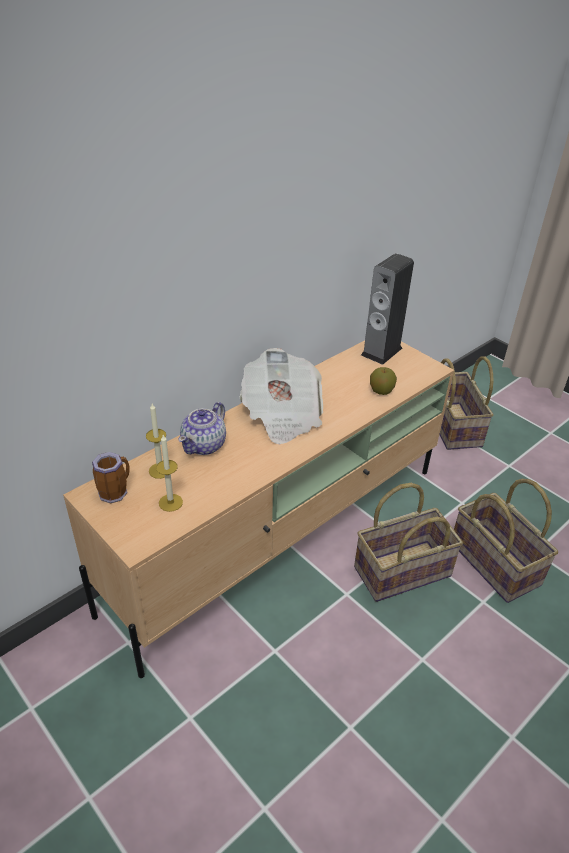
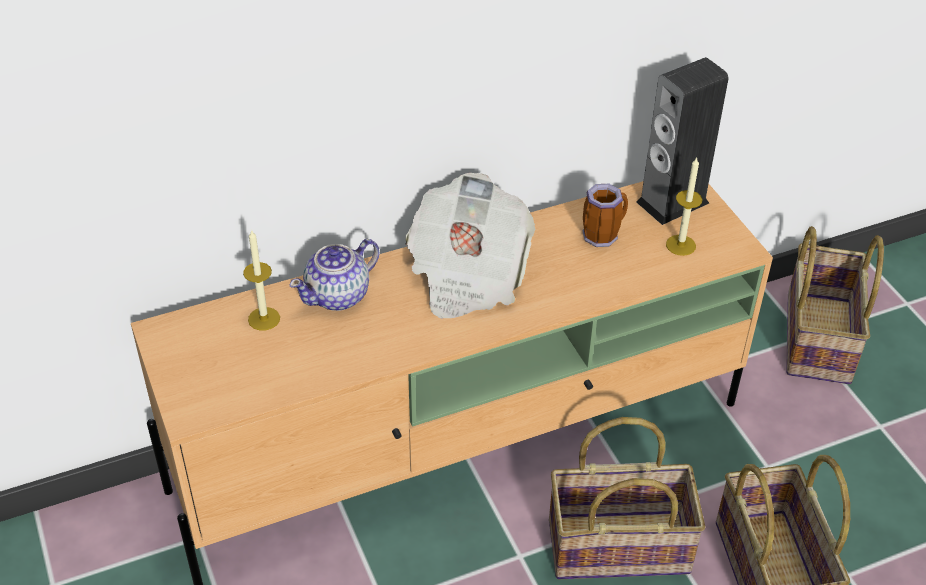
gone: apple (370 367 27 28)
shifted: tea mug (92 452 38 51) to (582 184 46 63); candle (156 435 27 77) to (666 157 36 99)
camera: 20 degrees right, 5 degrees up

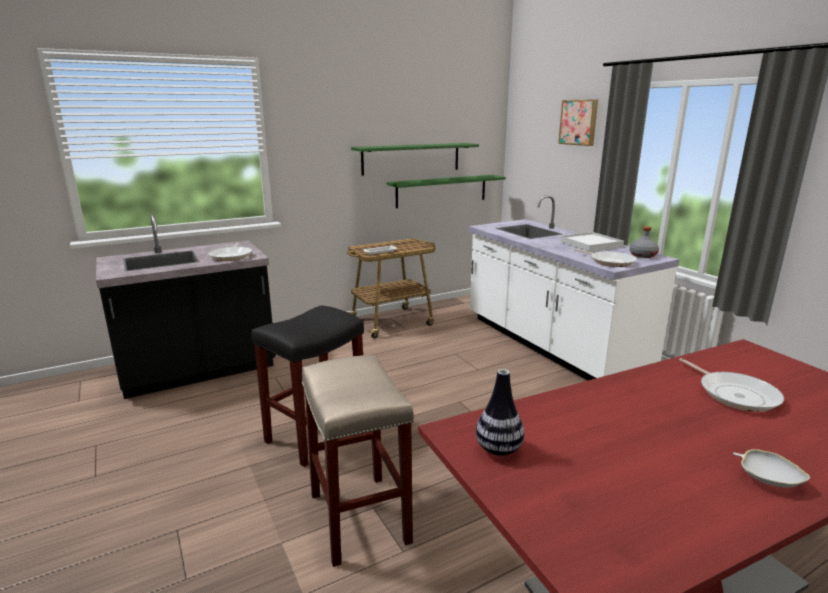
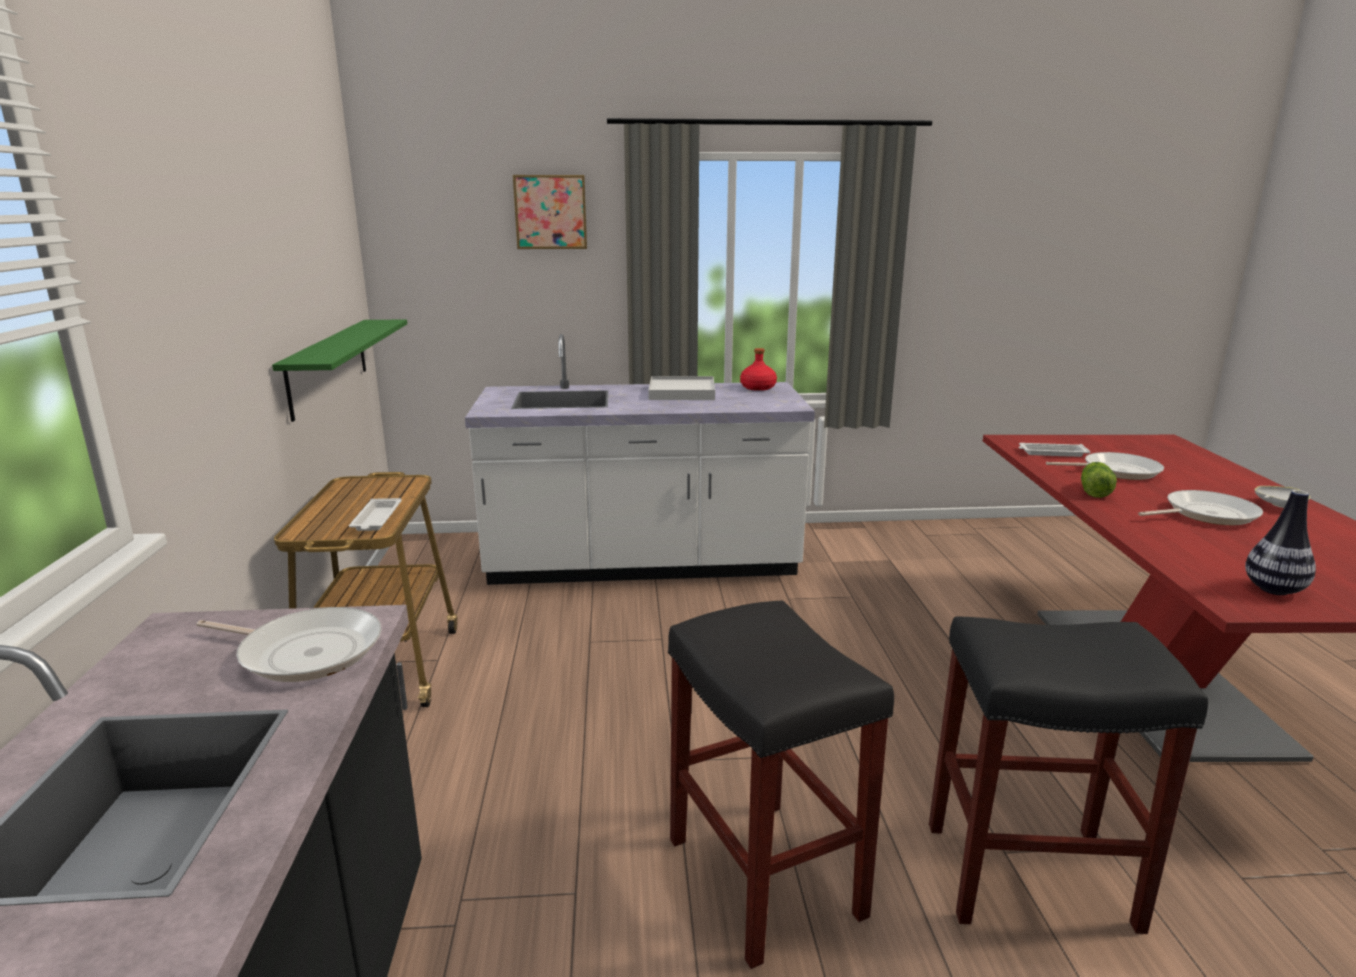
gone: green-coloured wall shelf (351 143 128 33)
new: white serving tray (1019 443 71 14); lettuce head (1081 462 36 36)
shifted: pan (574 249 63 18) to (1138 490 125 35)
repainted: beige sitting stool (302 355 112 212) to blackish sitting stool (929 616 279 318); grey beverage bottle (629 226 30 32) to red beverage bottle (740 348 37 43)
camera: 65 degrees left, 0 degrees up

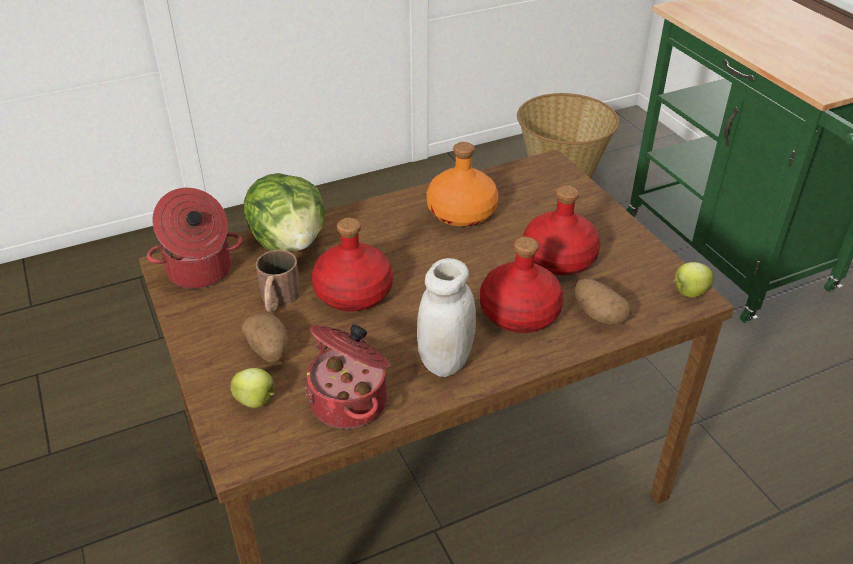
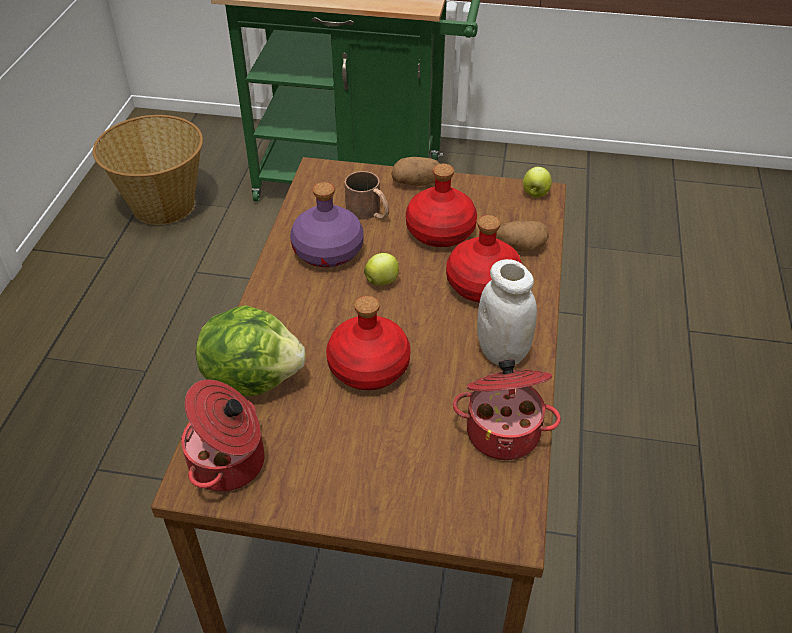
shifted: apple (230 368 44 40) to (364 253 35 32); potato (242 313 46 50) to (391 157 48 29); brown tea mug (256 250 45 63) to (345 171 44 49)
repainted: orange-coloured beverage bottle (427 142 72 84) to purplish beverage bottle (290 182 74 85)
camera: 55 degrees left, 5 degrees up

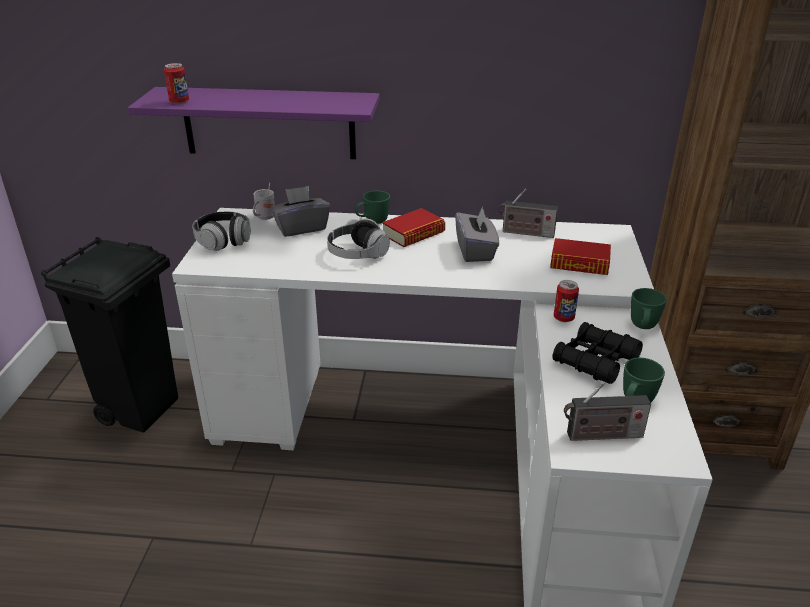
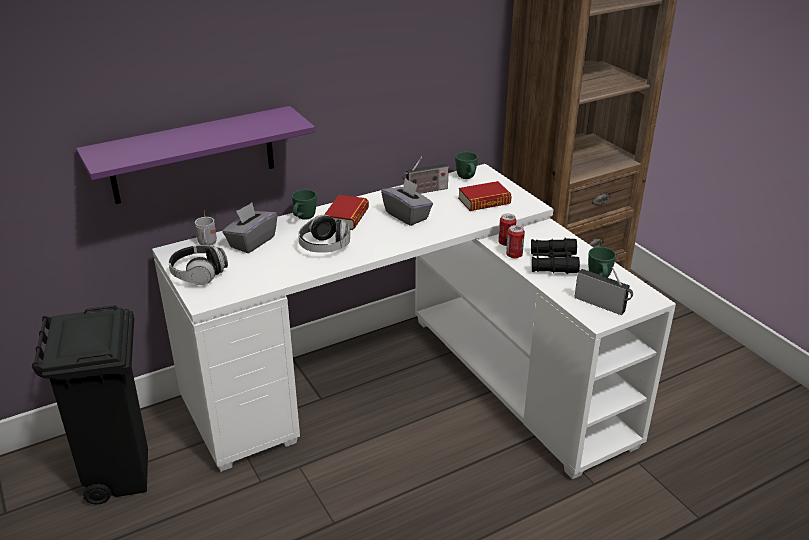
shifted: can (164 63 25 41) to (506 225 19 33); green-coloured tea mug (631 288 36 41) to (455 152 23 27)
rotated: radio (564 381 87 60) = (574 267 59 48) 105 degrees counterclockwise
camera: 35 degrees left, 0 degrees up

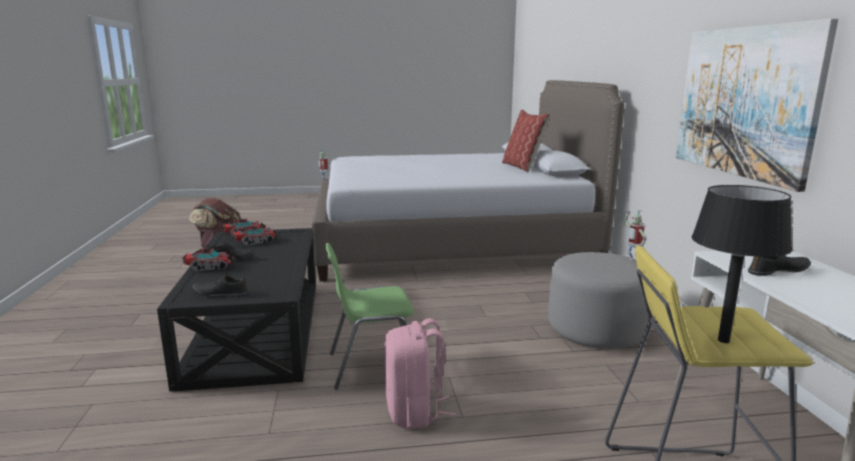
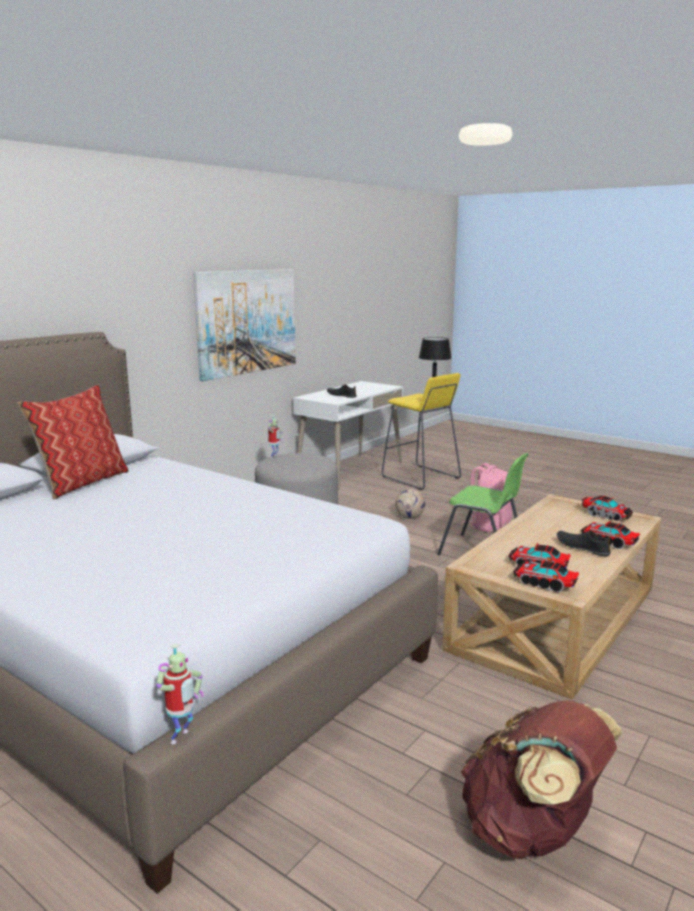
new: football ball (395 489 30 30)
swapped: blackish item of footwear (192 275 56 22) to toy lorry (581 495 53 26)
repainted: blackish lounge table (157 228 159 164) to beige lounge table (442 494 219 205)
camera: 135 degrees left, 0 degrees up

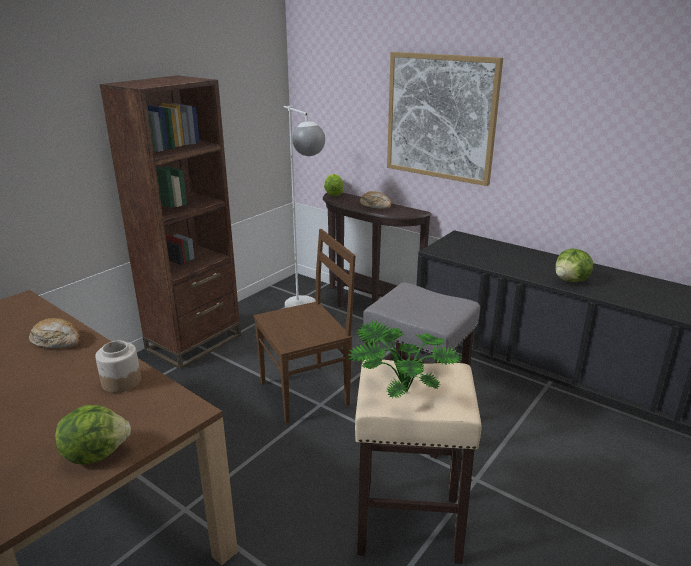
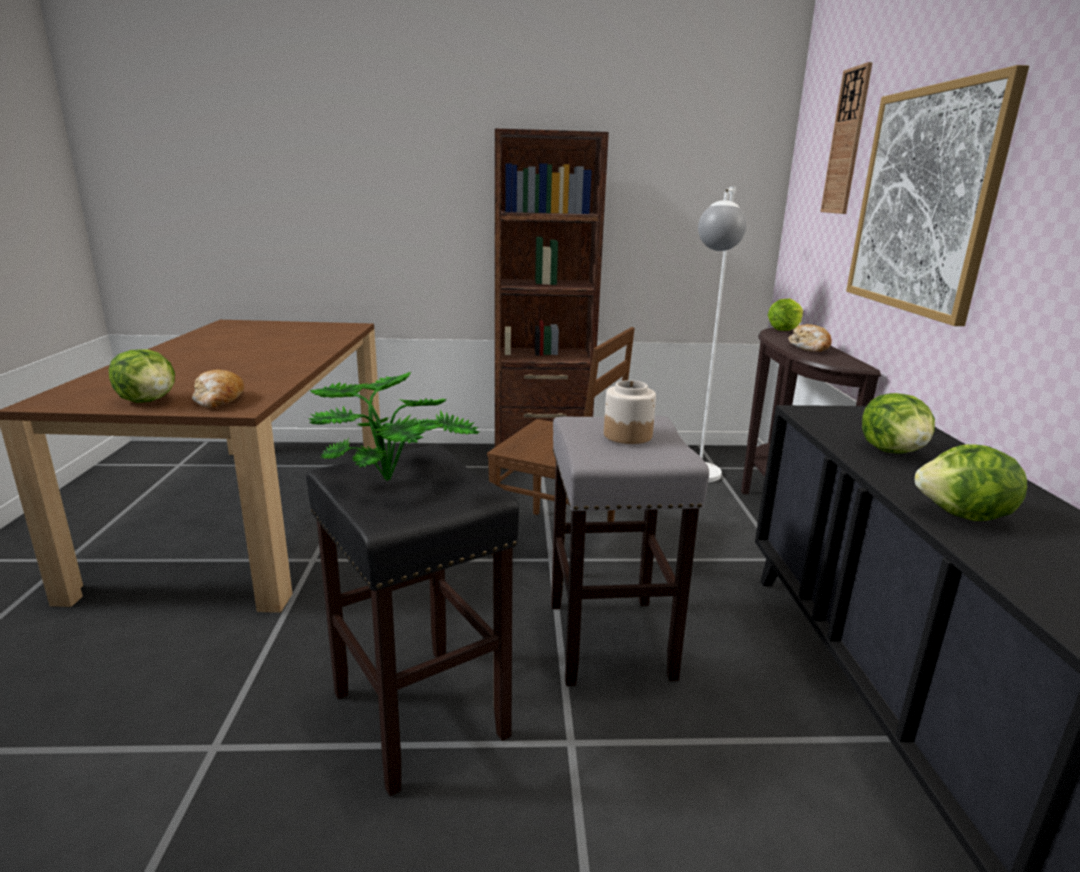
new: clock on the wall (821 62 52 152); lettuce head (862 393 73 60)
shifted: bakery bread (29 318 51 30) to (192 370 52 38); storage jar (95 340 46 53) to (604 380 52 64)
repainted: beige sitting stool (355 359 127 205) to blackish sitting stool (306 445 213 351)
camera: 50 degrees right, 5 degrees down

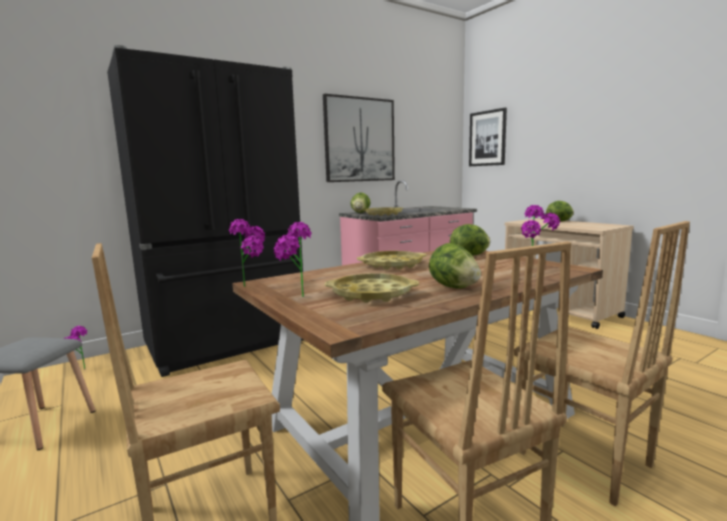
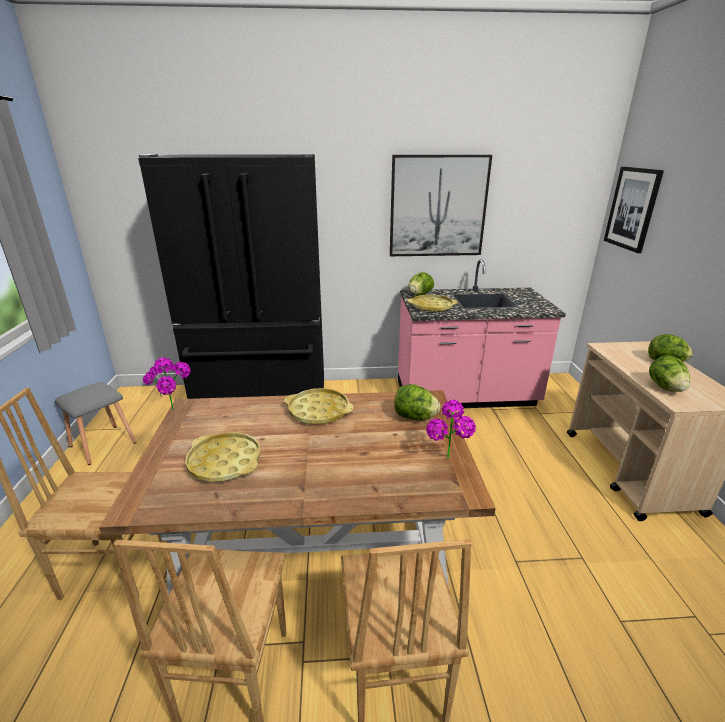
gone: potted plant (274 222 38 75)
shifted: lettuce head (429 243 52 46) to (649 355 41 37)
camera: 30 degrees right, 15 degrees up

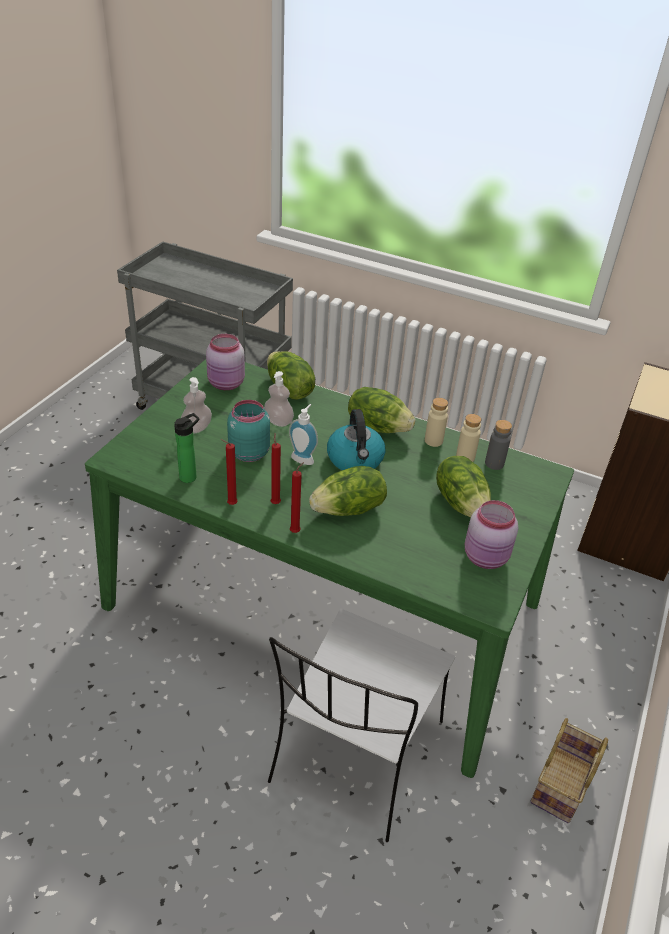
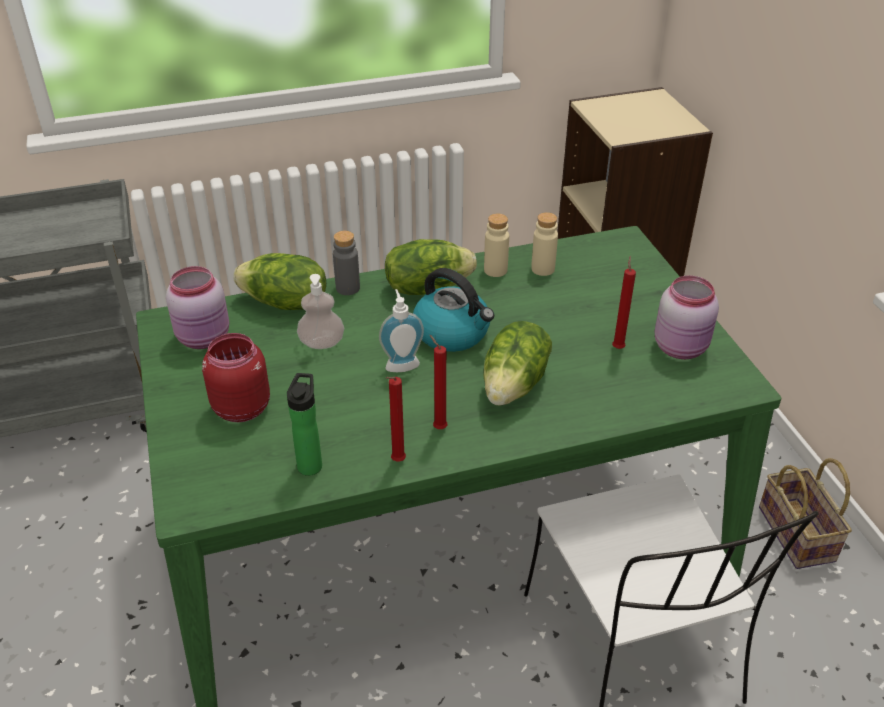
gone: turquoise-coloured storage jar (227 400 43 62); lettuce head (436 456 55 61)
shifted: red candle (290 462 14 71) to (612 256 24 93); grey beverage bottle (485 420 27 50) to (333 231 27 64)
swapped: soap dispenser (181 377 31 57) to red storage jar (202 333 68 89)
camera: 40 degrees left, 0 degrees up

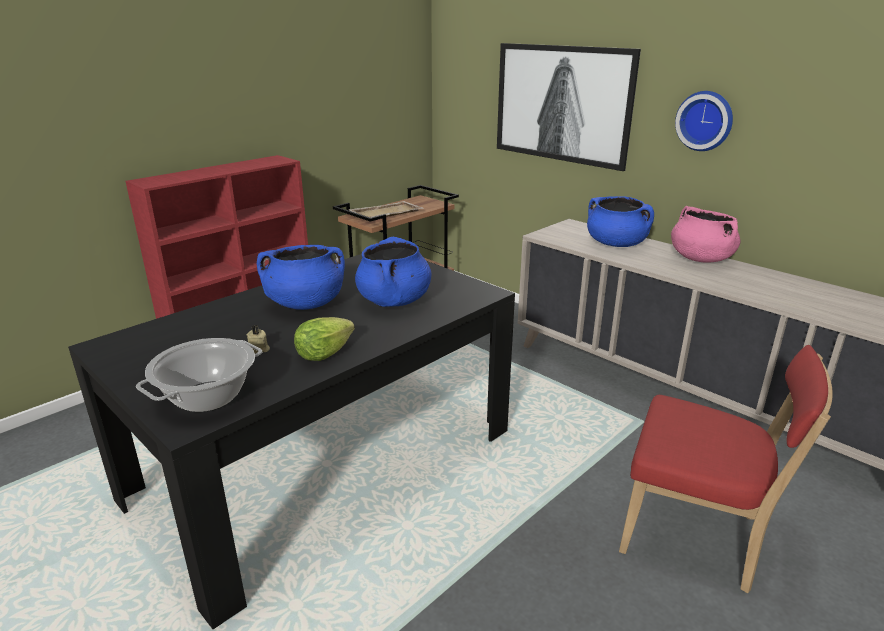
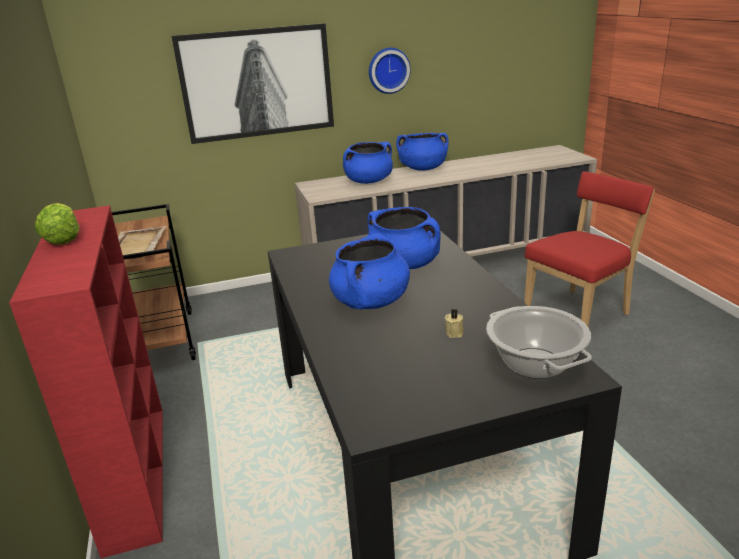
shifted: lettuce head (294 317 61 44) to (35 203 44 42)
repainted: pinkish cooking pot (671 206 70 56) to bluish cooking pot (396 133 53 38)
camera: 60 degrees left, 0 degrees up

